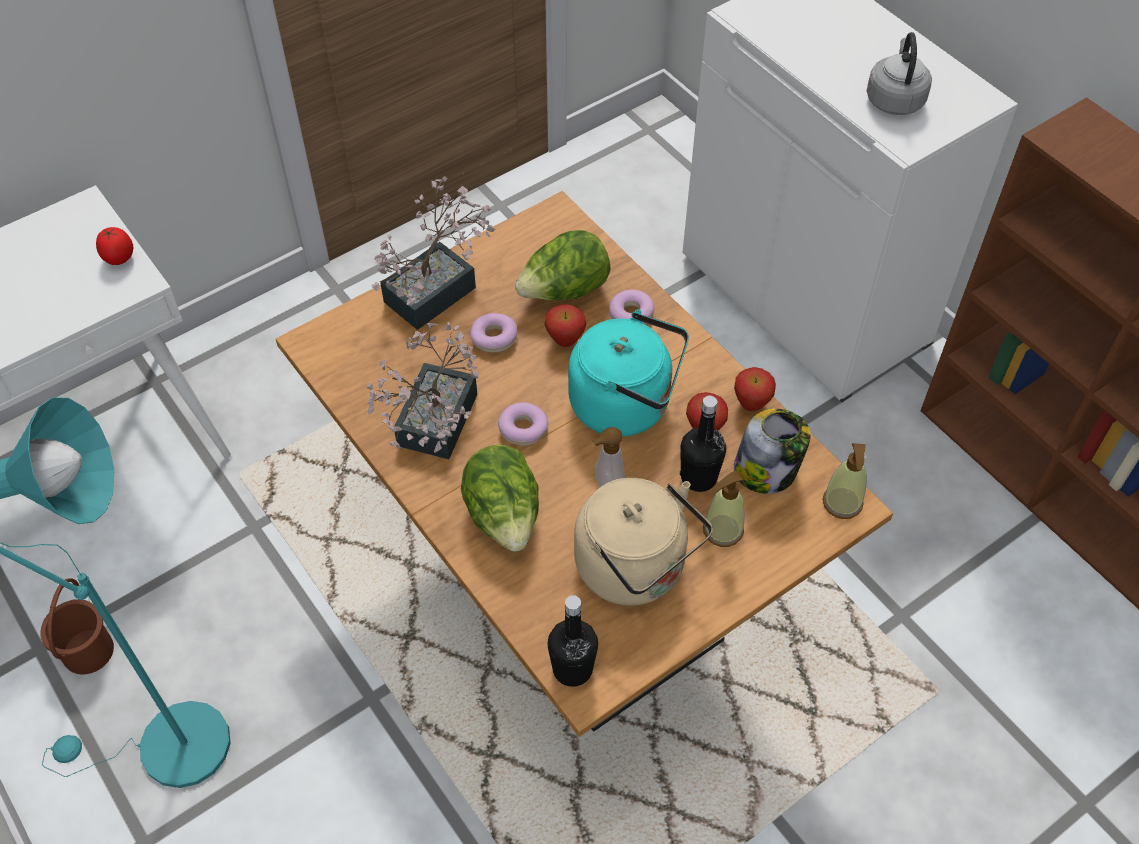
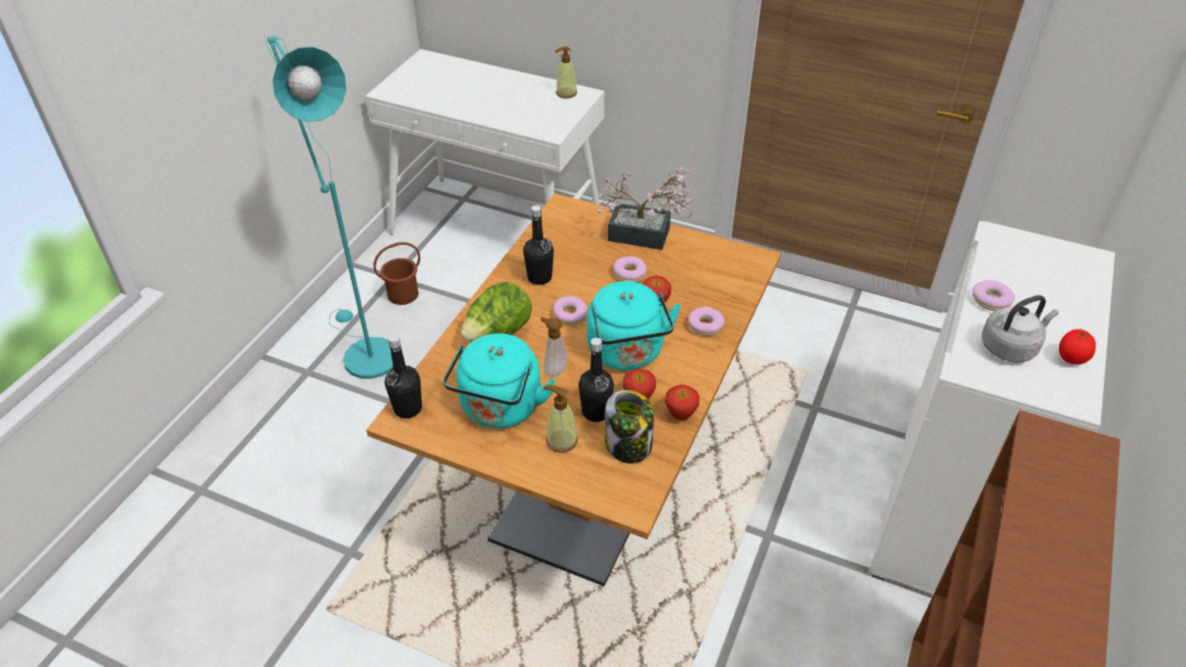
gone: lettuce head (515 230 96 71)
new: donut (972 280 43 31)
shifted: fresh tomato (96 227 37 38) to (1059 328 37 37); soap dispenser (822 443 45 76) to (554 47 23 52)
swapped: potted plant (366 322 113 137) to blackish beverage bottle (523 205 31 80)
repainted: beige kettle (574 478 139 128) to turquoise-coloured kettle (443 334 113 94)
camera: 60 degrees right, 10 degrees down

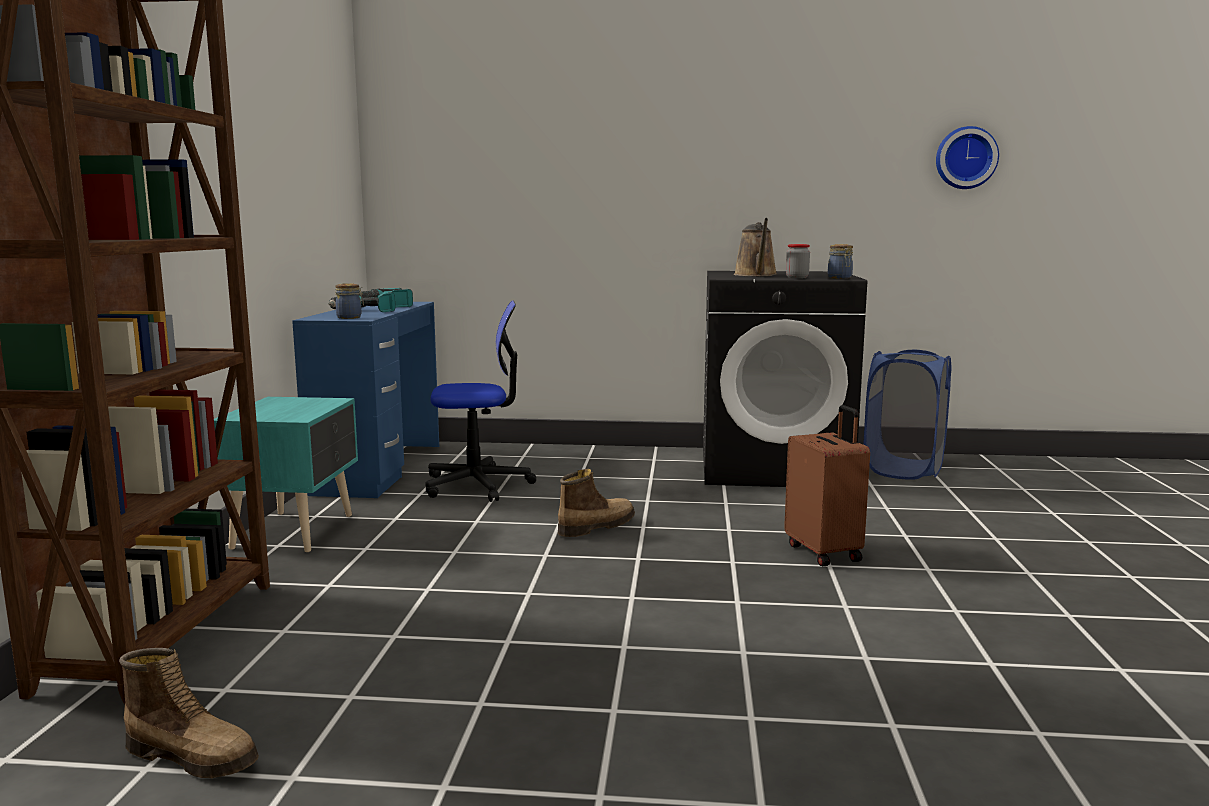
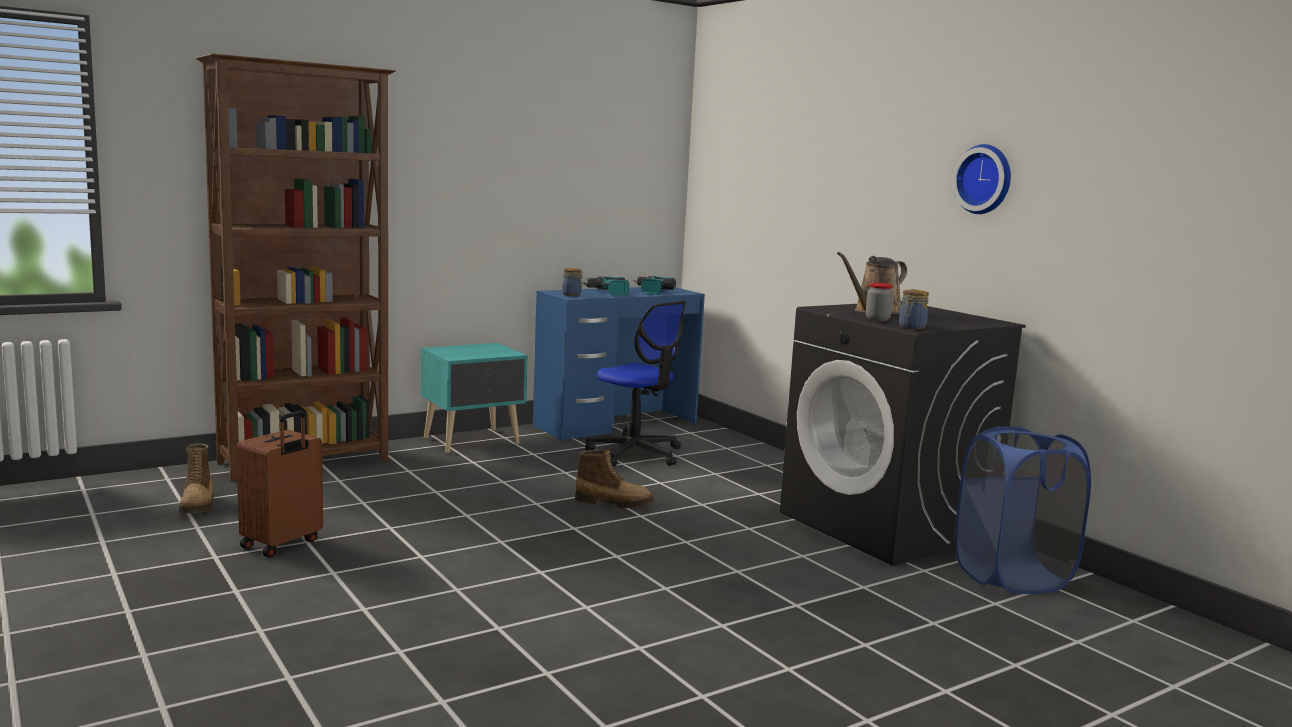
shifted: brown travel case (784 405 86 161) to (236 411 87 146); clock on the wall (936 126 63 63) to (952 144 59 70)
camera: 50 degrees right, 0 degrees up

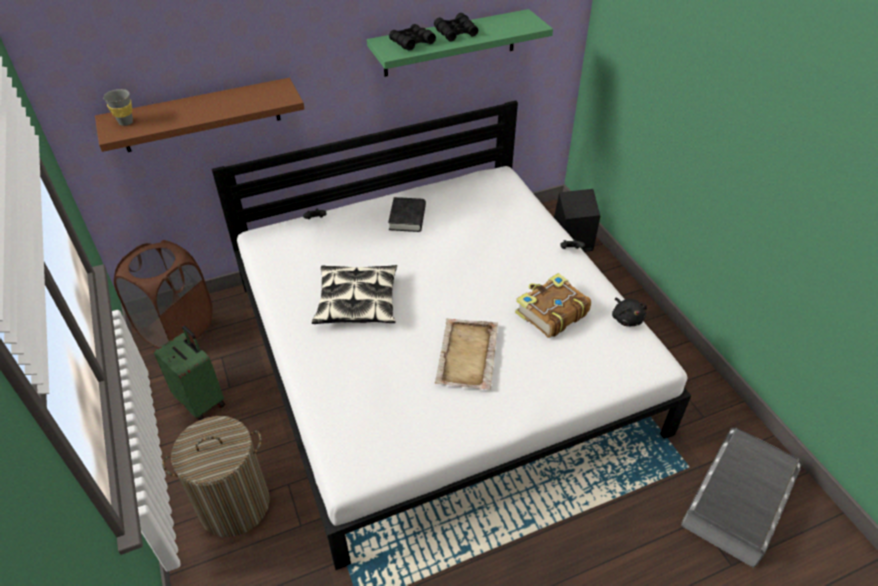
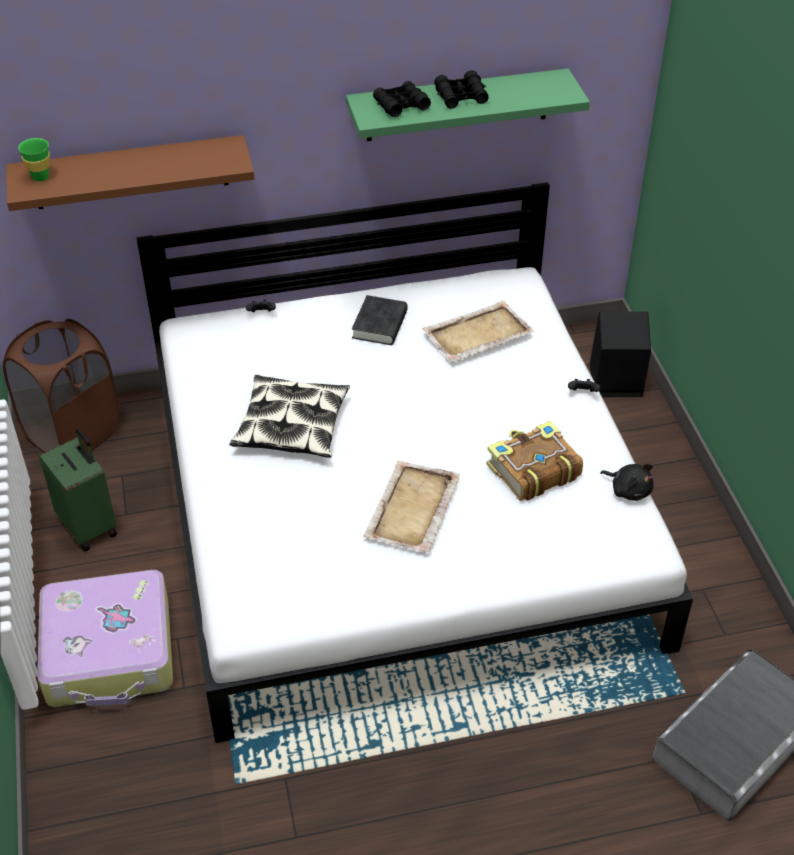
new: beige serving tray (422 300 112 63)
swapped: laundry basket (162 416 108 121) to travel case (37 570 136 137)
repainted: grey small cup (103 89 30 37) to green-coloured small cup (18 138 32 43)
rotated: blackish plush toy (612 298 35 28) = (600 464 54 37) 45 degrees counterclockwise
camera: 10 degrees right, 0 degrees up

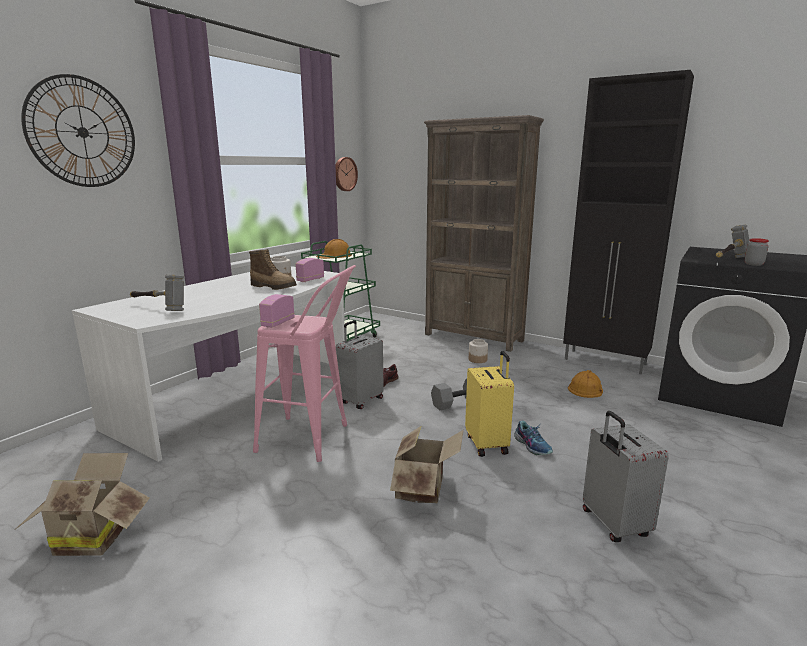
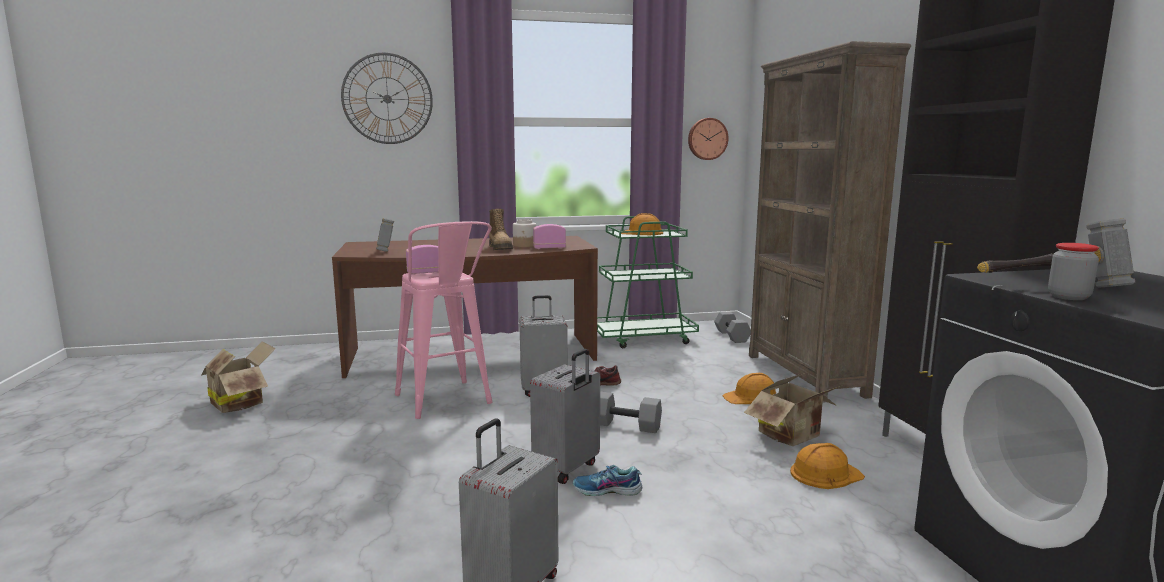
new: grey hand weight (714 312 37 31)
shifted: carton (390 425 74 78) to (744 373 97 73)
swapped: storage jar (469 339 19 24) to orange-coloured safety helmet (722 373 54 31)
repainted: white desk table (72 266 273 196) to brown desk table (332 236 266 142); yellow travel case (465 351 49 106) to grey travel case (530 349 70 135)
rotated: item of footwear (514 421 39 34) = (573 465 69 31) 75 degrees clockwise
camera: 45 degrees right, 5 degrees down

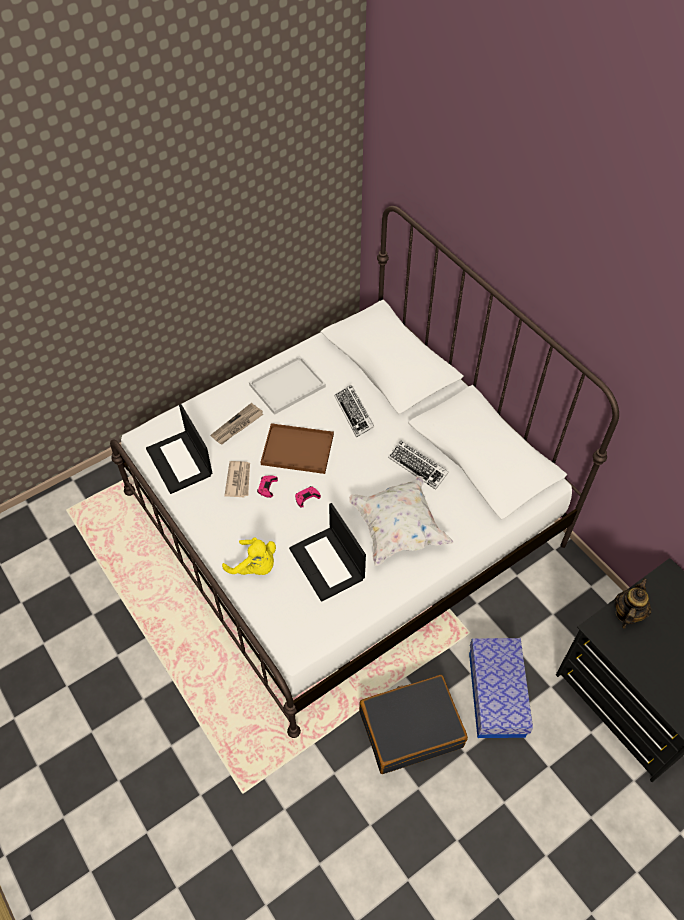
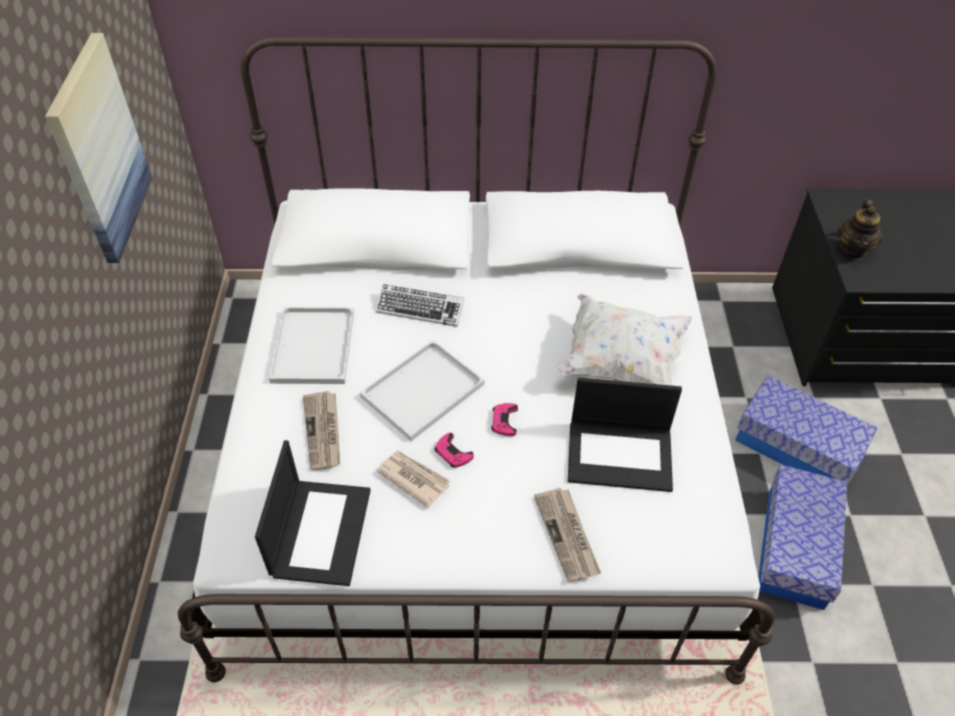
gone: keyboard (388 440 61 50)
new: wall picture (45 33 107 230)
swapped: yellow plush toy (222 537 54 38) to printed paper (534 488 67 94); blackish travel case (359 675 109 99) to storage bin (758 465 89 145)
repainted: brown serving tray (260 423 74 51) to white serving tray (360 340 124 101)
rotated: notebook computer (146 404 66 90) = (255 440 116 146) 90 degrees counterclockwise; teapot (615 578 36 51) = (838 199 45 60) 135 degrees counterclockwise
camera: 55 degrees left, 5 degrees down

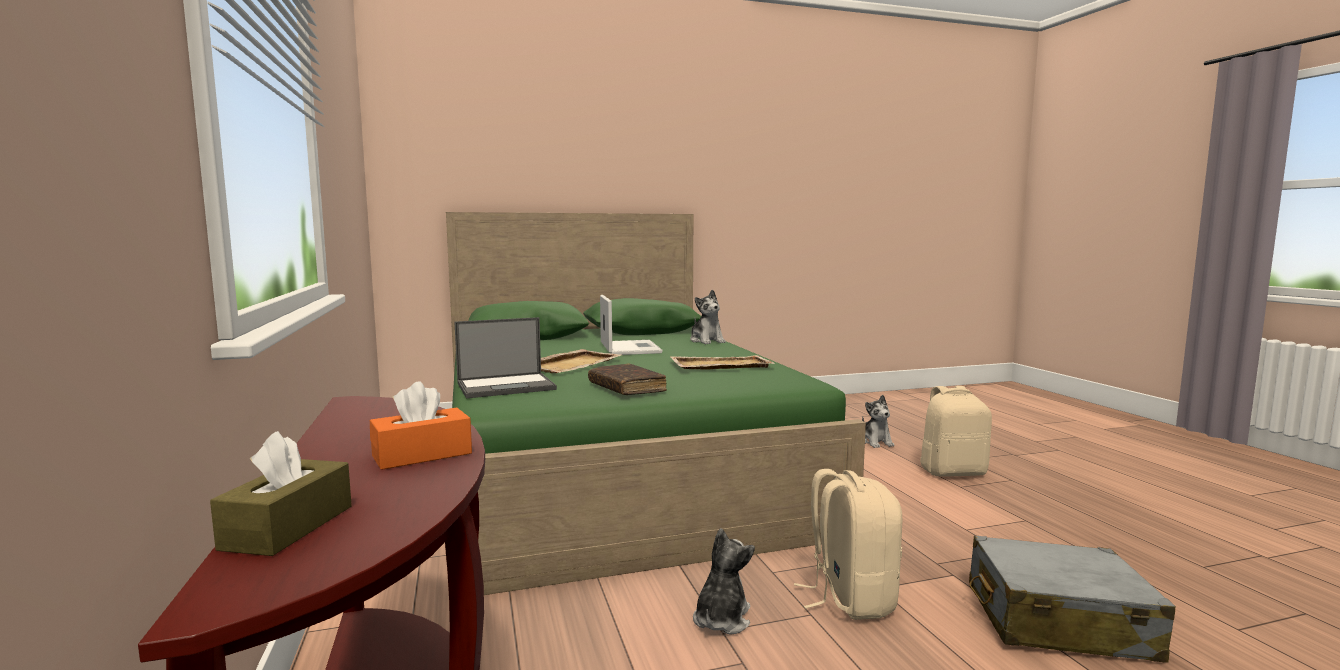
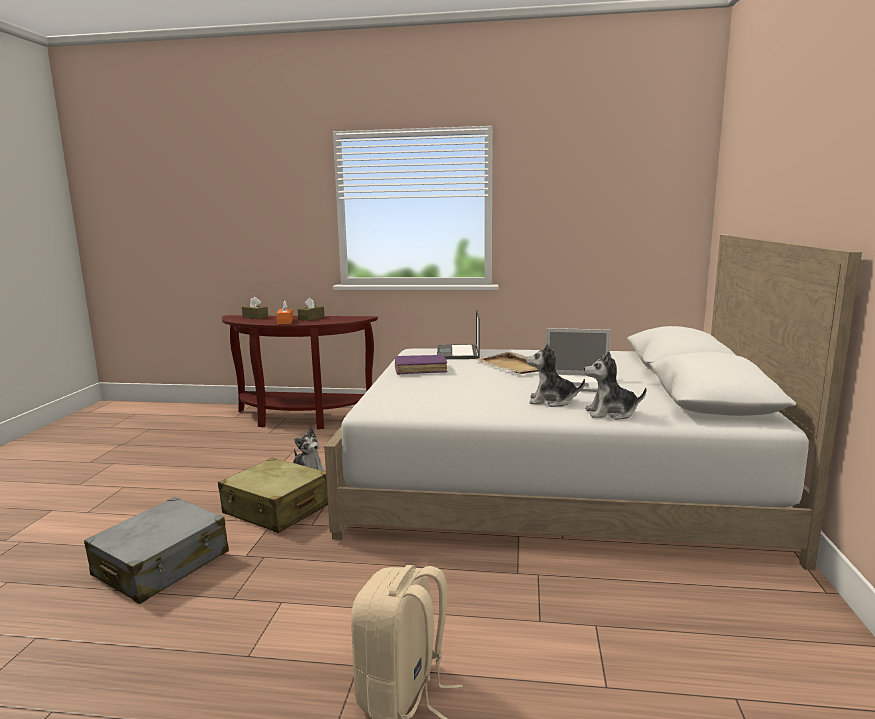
gone: beige serving tray (671 355 104 15)
new: brown tissue box (298 297 27 24)
shifted: plush toy (862 395 32 53) to (526 343 59 64)
swapped: beige backpack (794 469 109 151) to beige travel case (218 458 110 75)
repainted: green-coloured sleeping bed (446 212 420 383) to white sleeping bed (324 235 538 335); brown bound book (588 363 79 32) to purplish bound book (395 355 52 20)
camera: 115 degrees right, 5 degrees up

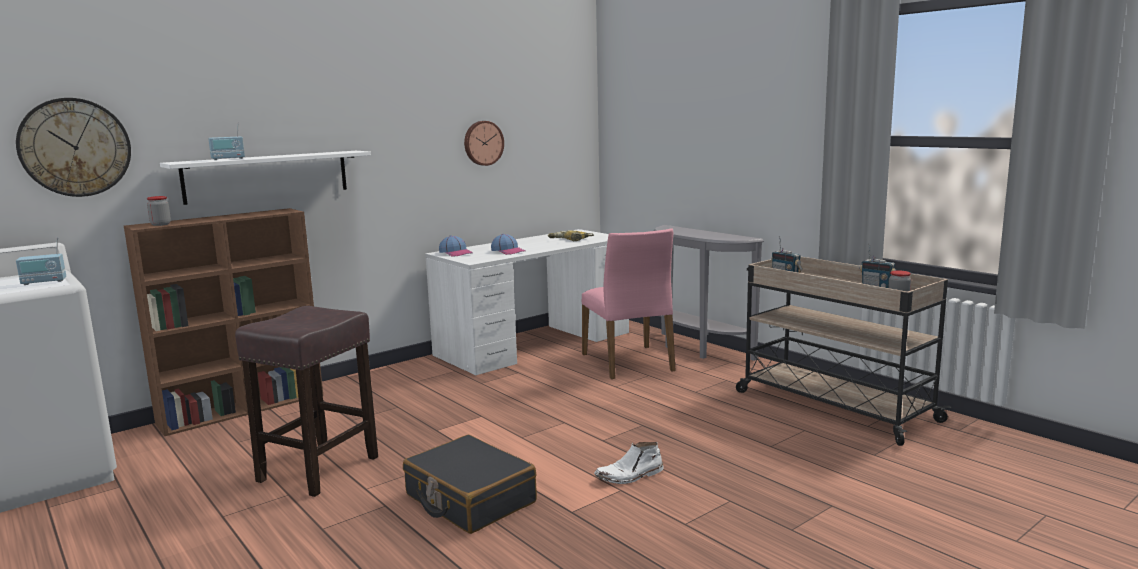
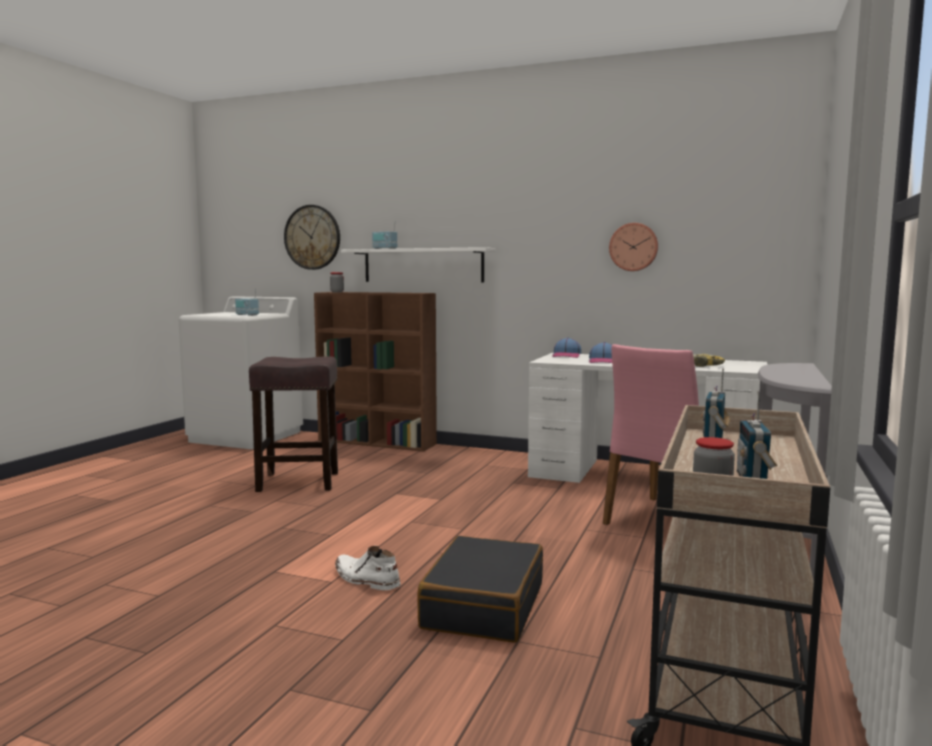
shifted: blackish travel case (403 435 134 99) to (417 536 126 107)
camera: 60 degrees right, 5 degrees down

